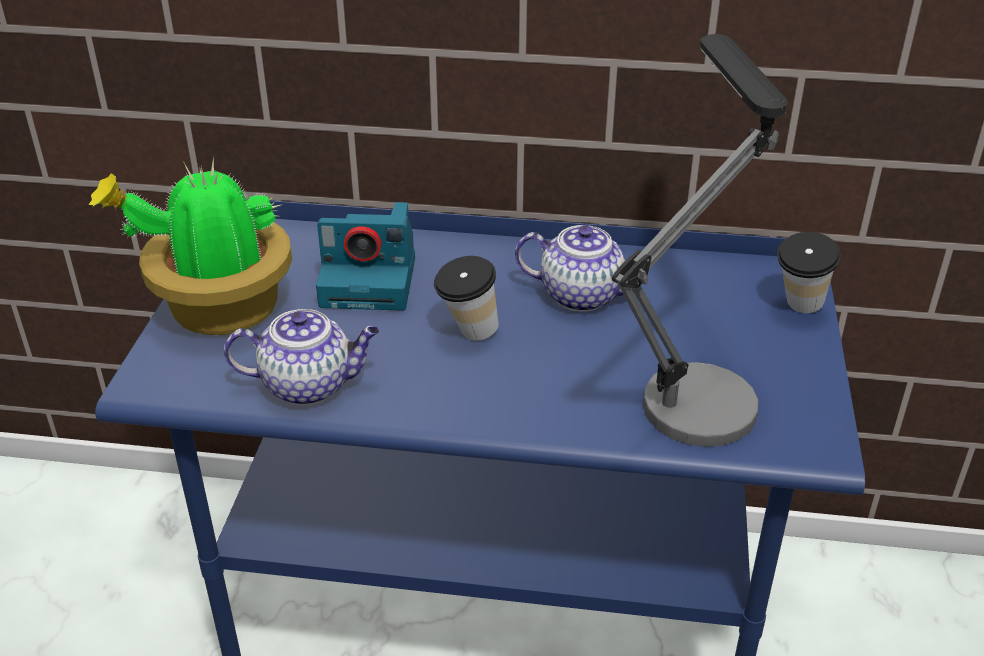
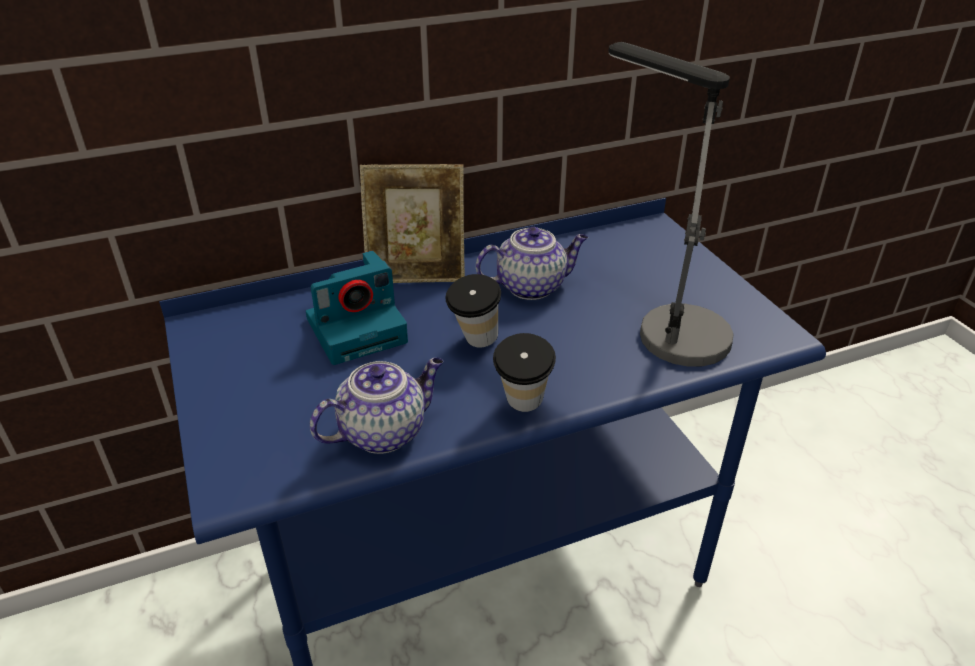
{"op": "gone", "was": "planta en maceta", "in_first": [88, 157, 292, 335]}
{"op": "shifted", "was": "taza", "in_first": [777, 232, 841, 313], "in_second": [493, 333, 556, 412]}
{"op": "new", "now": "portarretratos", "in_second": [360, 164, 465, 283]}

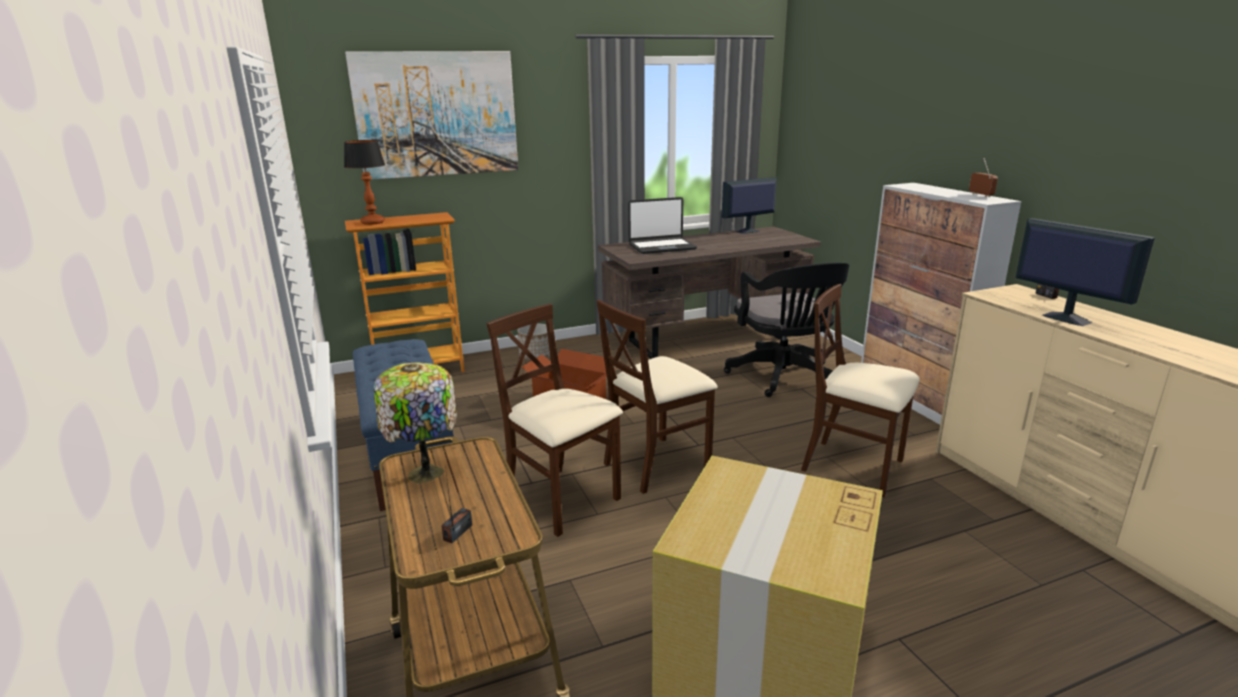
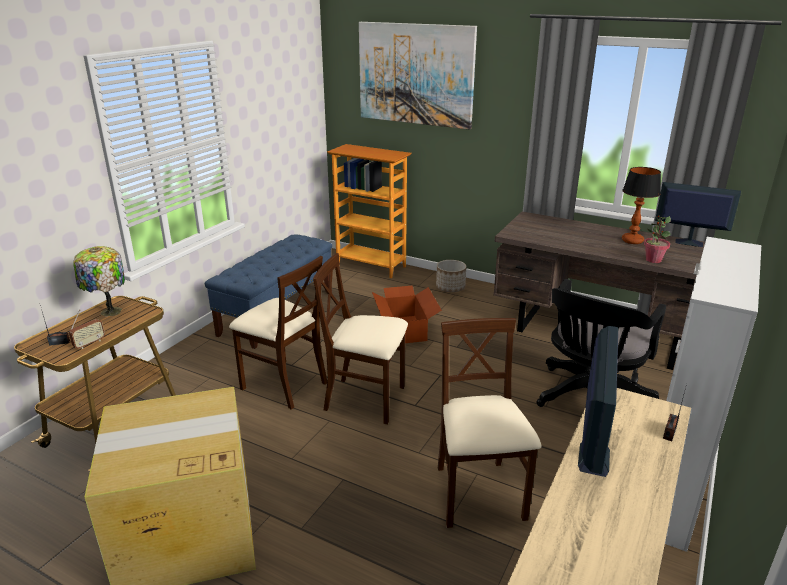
{"op": "shifted", "was": "lámpara de mesa", "in_first": [344, 140, 385, 225], "in_second": [622, 167, 661, 244]}
{"op": "shifted", "was": "radio", "in_first": [969, 158, 998, 197], "in_second": [69, 309, 105, 349]}
{"op": "gone", "was": "portátil", "in_first": [628, 197, 697, 254]}
{"op": "rotated", "was": "silla (beis)", "in_first": [486, 304, 623, 537], "in_second": [229, 256, 327, 410], "clockwise": 120}
{"op": "new", "now": "planta en maceta", "in_second": [644, 215, 671, 263]}

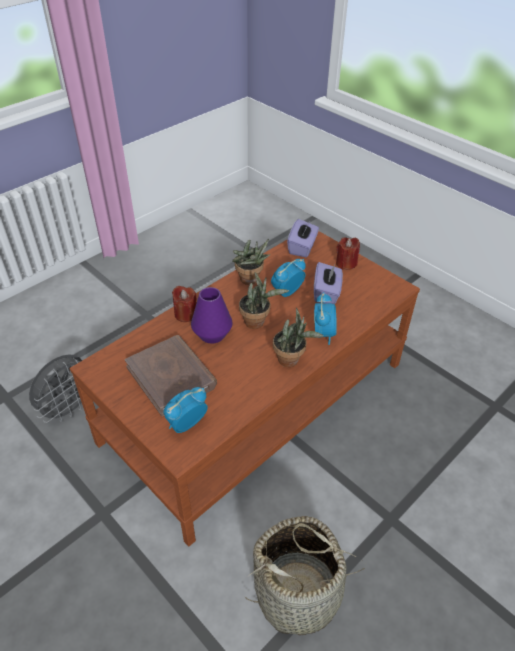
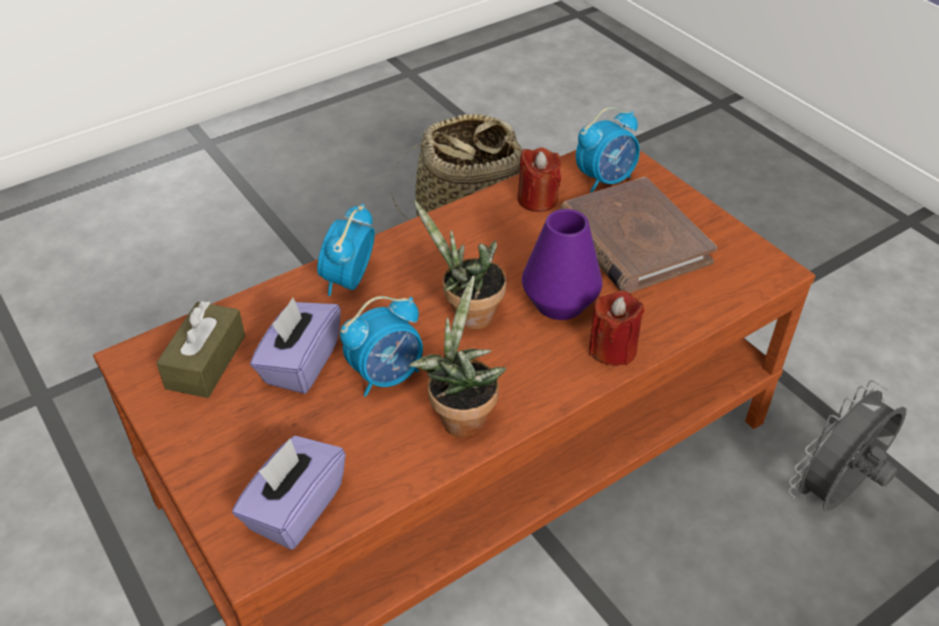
{"op": "shifted", "was": "vela (rojo)", "in_first": [336, 237, 360, 270], "in_second": [517, 147, 561, 212]}
{"op": "gone", "was": "planta en maceta", "in_first": [273, 308, 324, 367]}
{"op": "new", "now": "caja de pañuelos (marrón)", "in_second": [156, 301, 245, 398]}

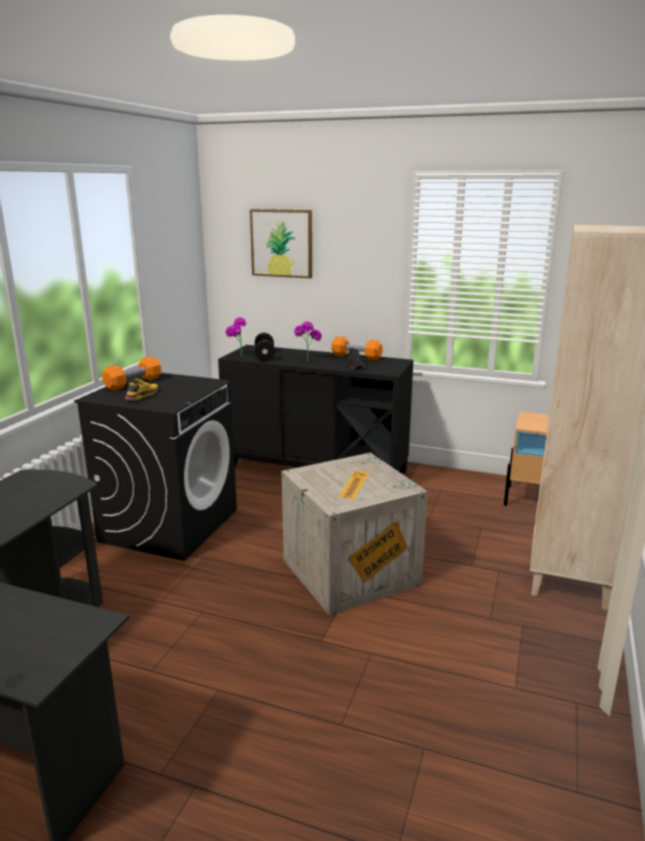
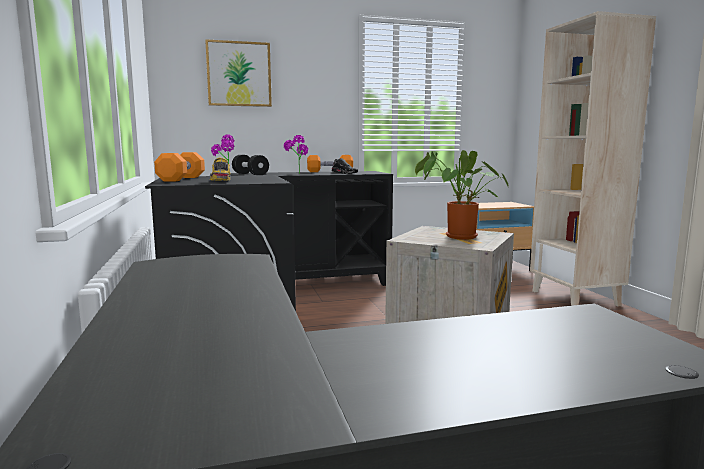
{"op": "new", "now": "planta en maceta", "in_second": [415, 150, 509, 240]}

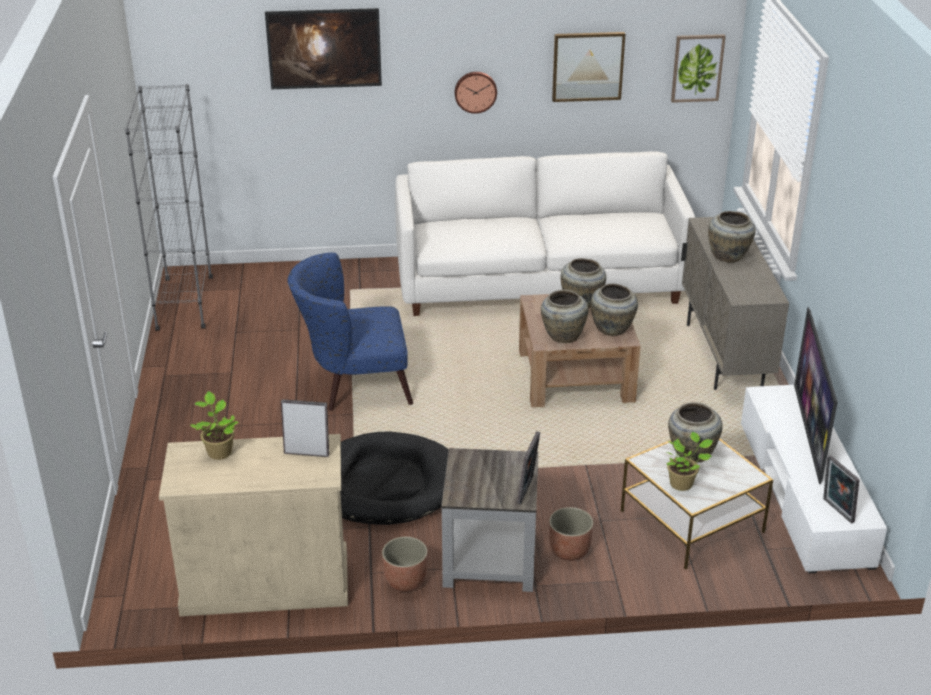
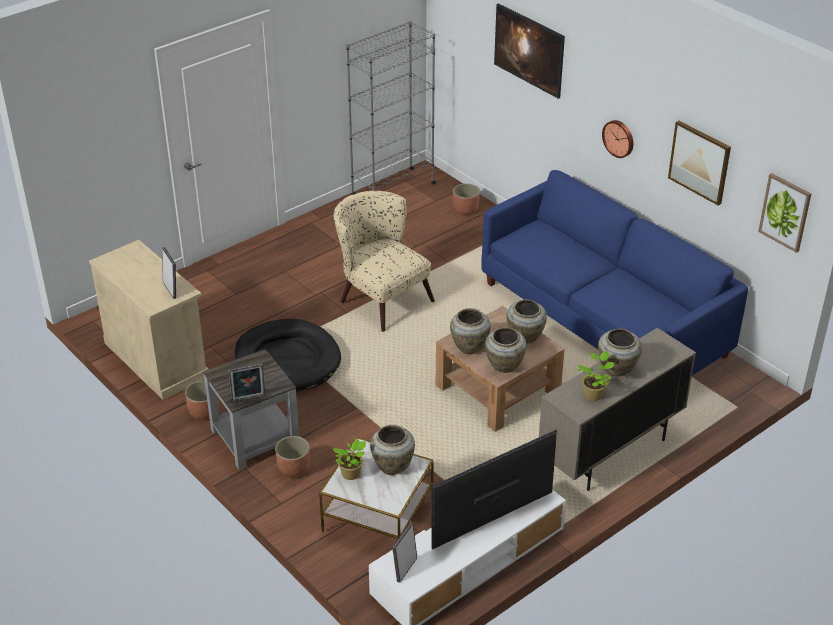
{"op": "repainted", "was": "sofá (blanco)", "now": "sofá (azul)", "in_first": [395, 152, 695, 316], "in_second": [481, 170, 748, 375]}
{"op": "repainted", "was": "sillón (azul)", "now": "sillón (beis)", "in_first": [288, 252, 413, 411], "in_second": [334, 191, 435, 332]}
{"op": "shifted", "was": "planta en maceta", "in_first": [190, 391, 239, 460], "in_second": [577, 351, 614, 401]}
{"op": "new", "now": "maceta", "in_second": [453, 183, 480, 215]}

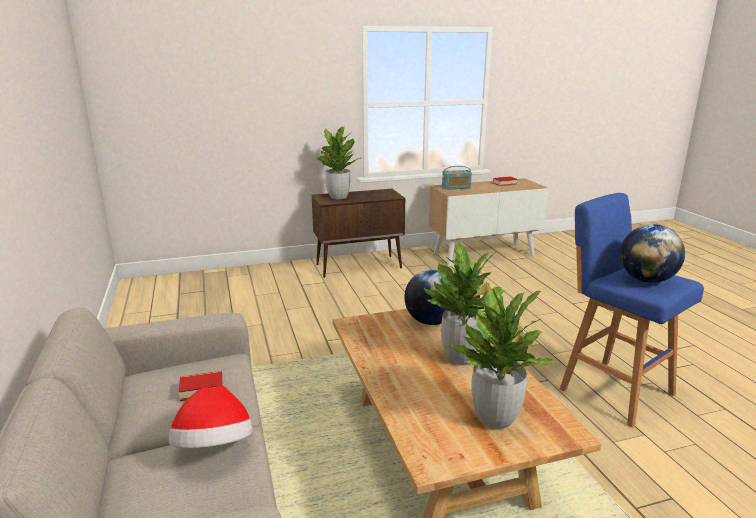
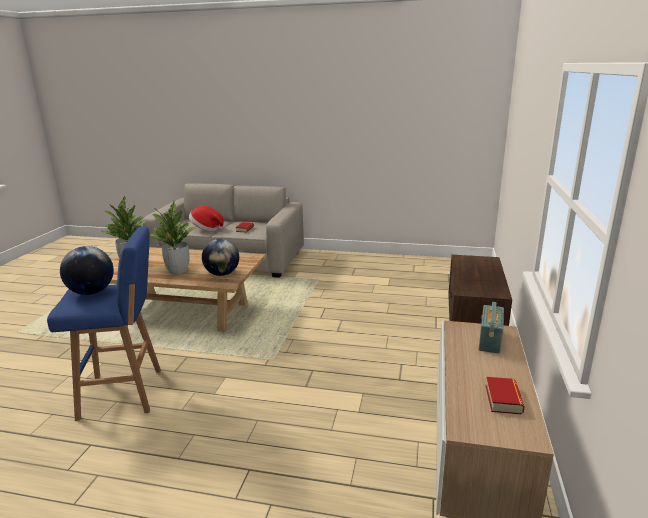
{"op": "gone", "was": "planta en maceta", "in_first": [315, 126, 361, 199]}

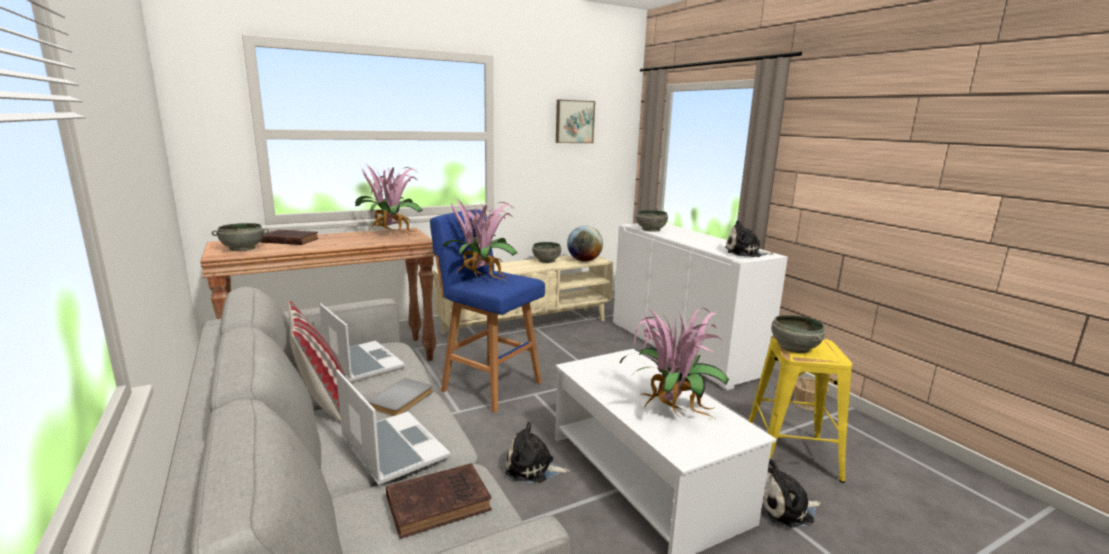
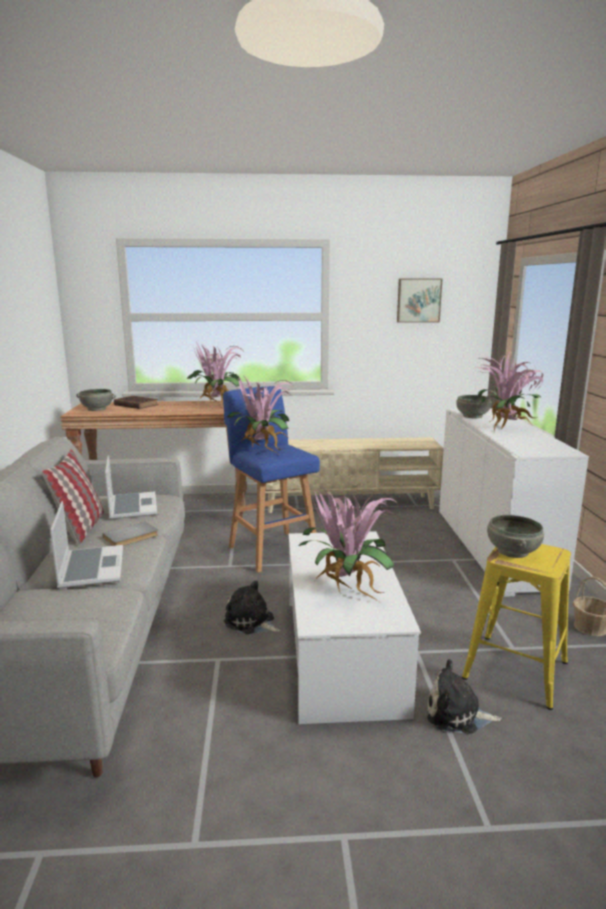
{"op": "gone", "was": "peluche", "in_first": [725, 220, 774, 257]}
{"op": "gone", "was": "globo terráqueo", "in_first": [567, 226, 603, 262]}
{"op": "gone", "was": "cuenco (gris)", "in_first": [532, 242, 561, 263]}
{"op": "gone", "was": "libro (marrón)", "in_first": [386, 463, 492, 539]}
{"op": "new", "now": "planta en maceta", "in_second": [475, 352, 543, 431]}

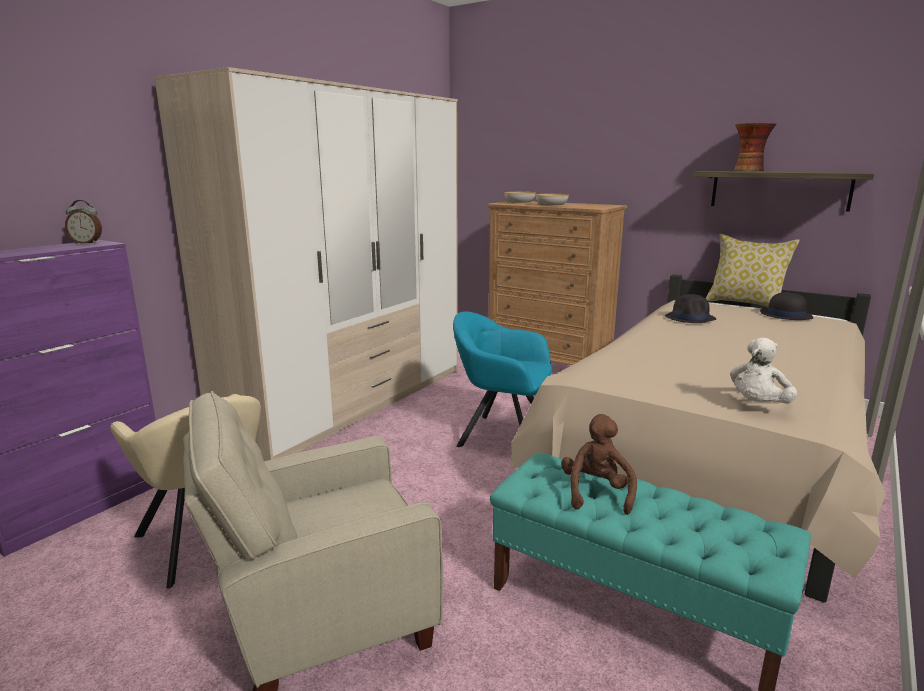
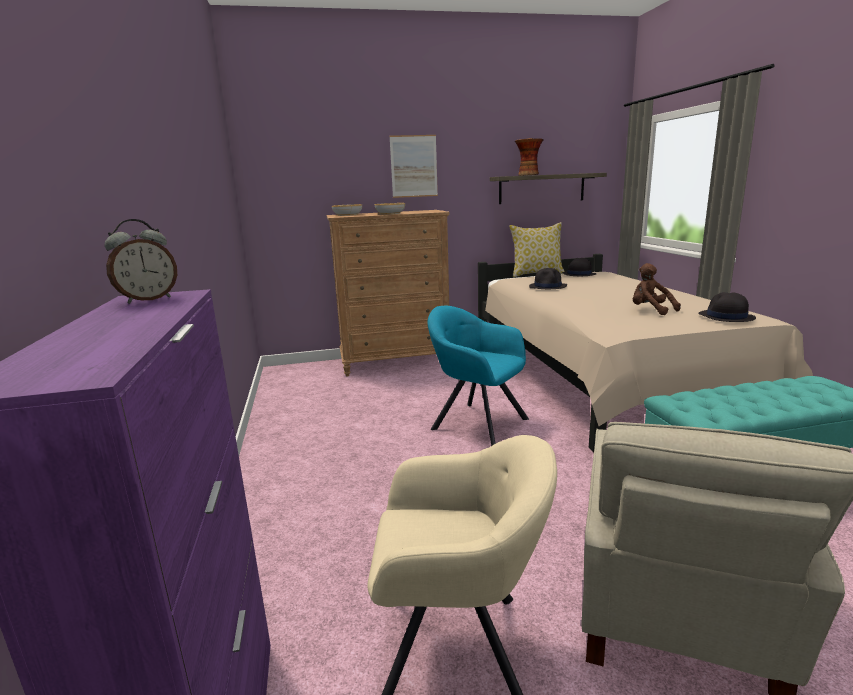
{"op": "gone", "was": "armario ropero", "in_first": [154, 67, 458, 461]}
{"op": "rotated", "was": "sillón (turquesa)", "in_first": [453, 312, 552, 447], "in_second": [427, 306, 529, 446], "clockwise": 60}
{"op": "swapped", "was": "peluche (blanco)", "now": "sombrero (negro)", "in_first": [730, 338, 797, 404], "in_second": [698, 292, 756, 322]}
{"op": "shifted", "was": "peluche (marrón)", "in_first": [561, 414, 637, 515], "in_second": [633, 263, 681, 315]}
{"op": "new", "now": "cuadro", "in_second": [389, 135, 438, 198]}

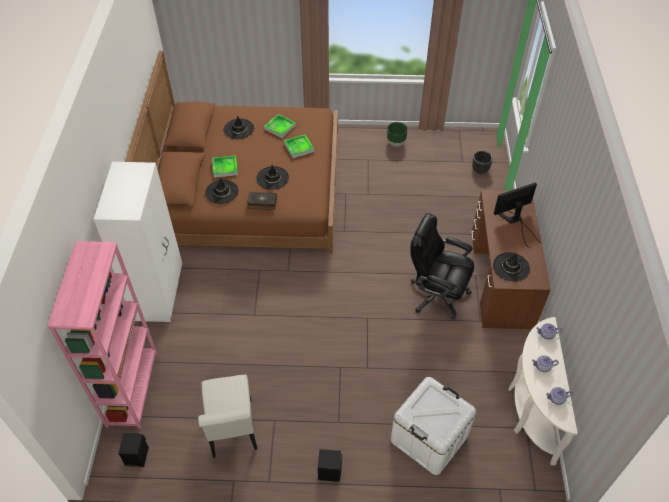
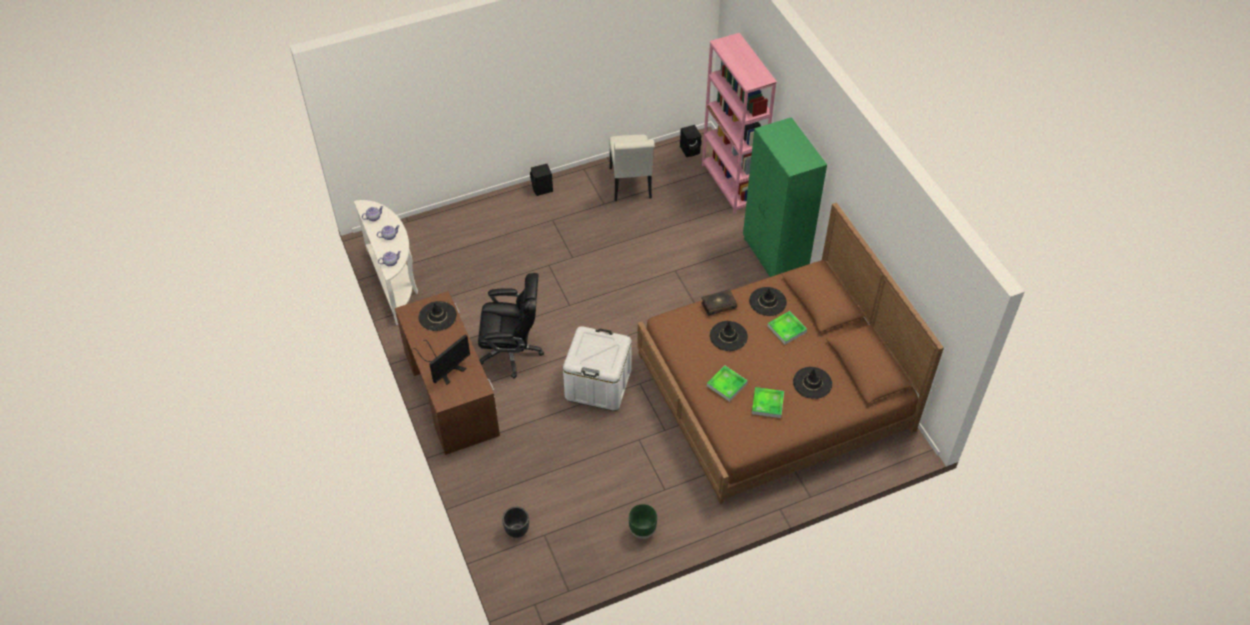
{"op": "repainted", "was": "armario ropero (blanco)", "now": "armario ropero (verde)", "in_first": [94, 162, 182, 322], "in_second": [743, 117, 827, 277]}
{"op": "rotated", "was": "silla (blanco)", "in_first": [198, 375, 258, 458], "in_second": [609, 135, 655, 201], "clockwise": -150}
{"op": "shifted", "was": "caja de almacenaje (blanco)", "in_first": [391, 377, 476, 475], "in_second": [563, 326, 632, 411]}

